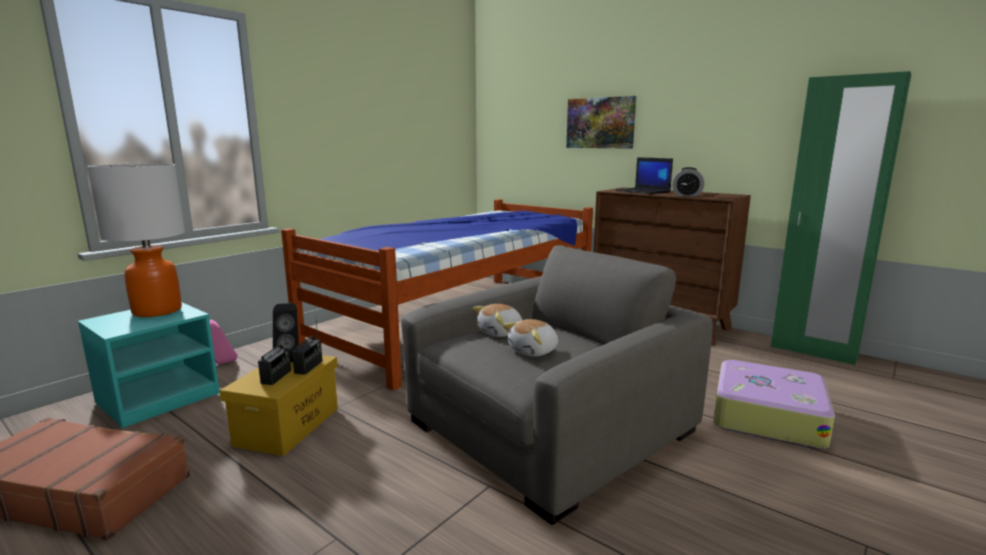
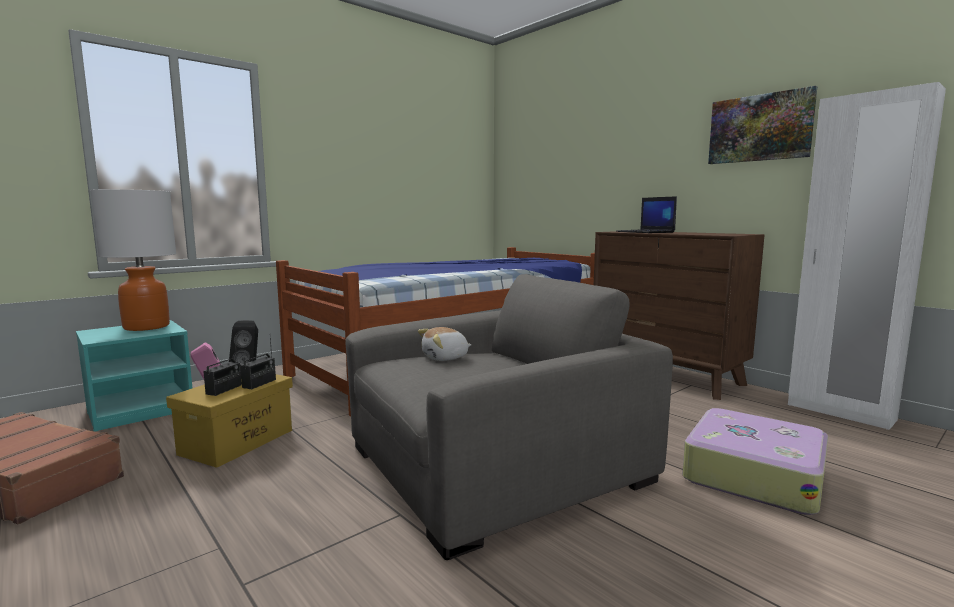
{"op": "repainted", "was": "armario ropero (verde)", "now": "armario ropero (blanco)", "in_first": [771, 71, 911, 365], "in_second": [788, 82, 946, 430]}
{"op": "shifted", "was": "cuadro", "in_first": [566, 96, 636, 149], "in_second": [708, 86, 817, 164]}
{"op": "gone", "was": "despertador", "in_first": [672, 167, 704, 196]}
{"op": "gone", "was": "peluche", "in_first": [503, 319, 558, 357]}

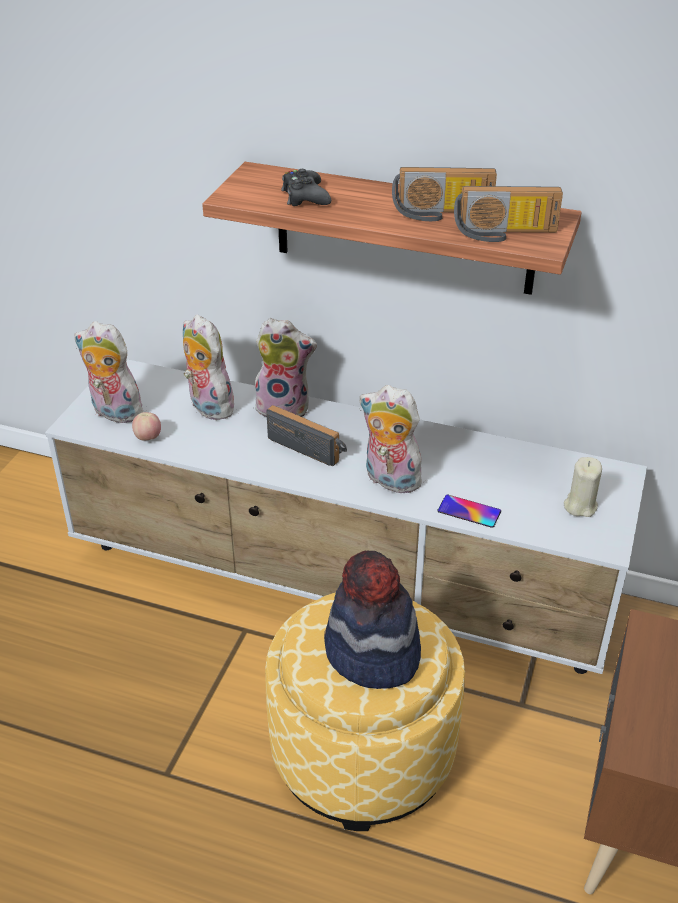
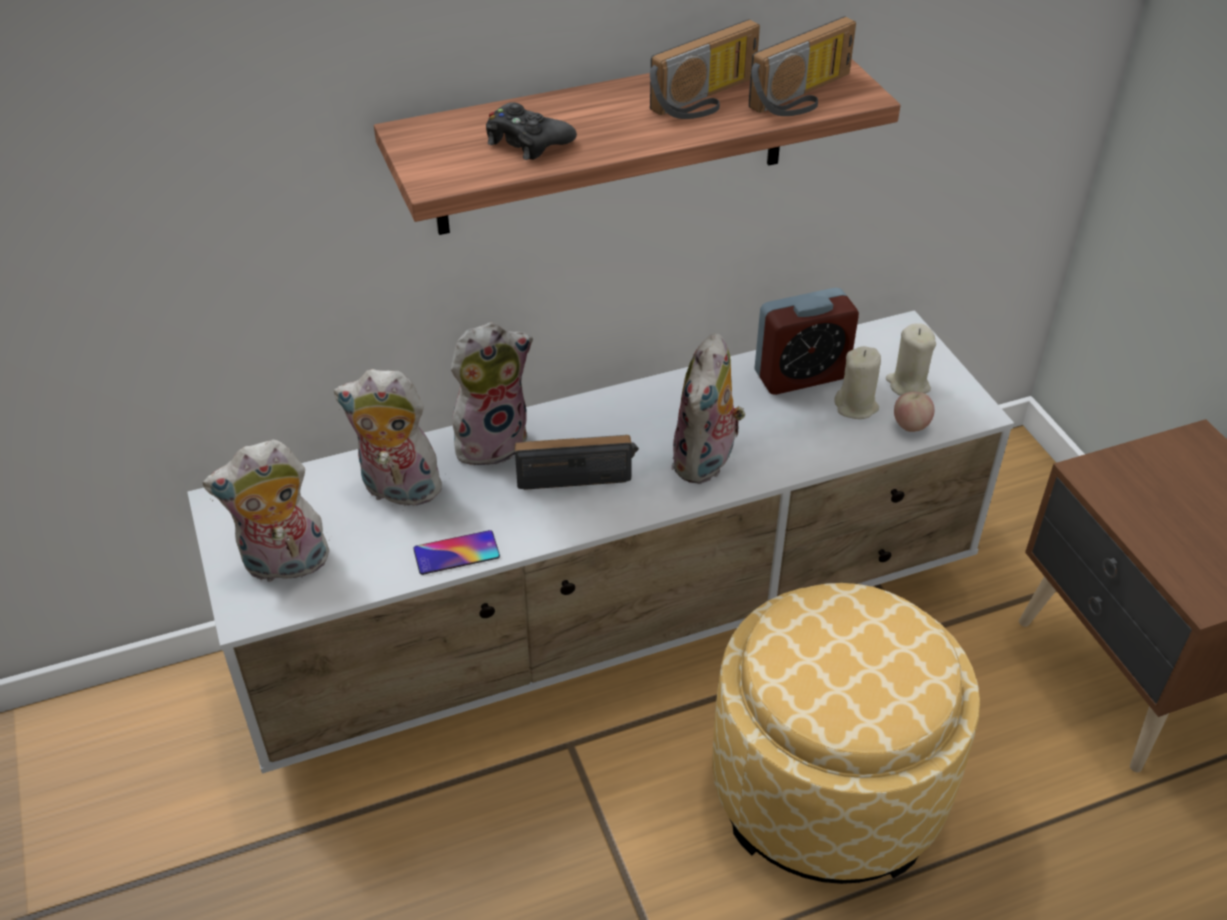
{"op": "rotated", "was": "peluche", "in_first": [359, 385, 425, 493], "in_second": [672, 333, 745, 484], "clockwise": -60}
{"op": "shifted", "was": "manzana", "in_first": [132, 412, 161, 441], "in_second": [894, 392, 934, 432]}
{"op": "shifted", "was": "móvil", "in_first": [438, 495, 501, 528], "in_second": [413, 530, 500, 575]}
{"op": "gone", "was": "sombrero", "in_first": [324, 551, 421, 689]}
{"op": "new", "now": "despertador", "in_second": [755, 287, 859, 395]}
{"op": "new", "now": "vela (beis)", "in_second": [835, 346, 881, 419]}

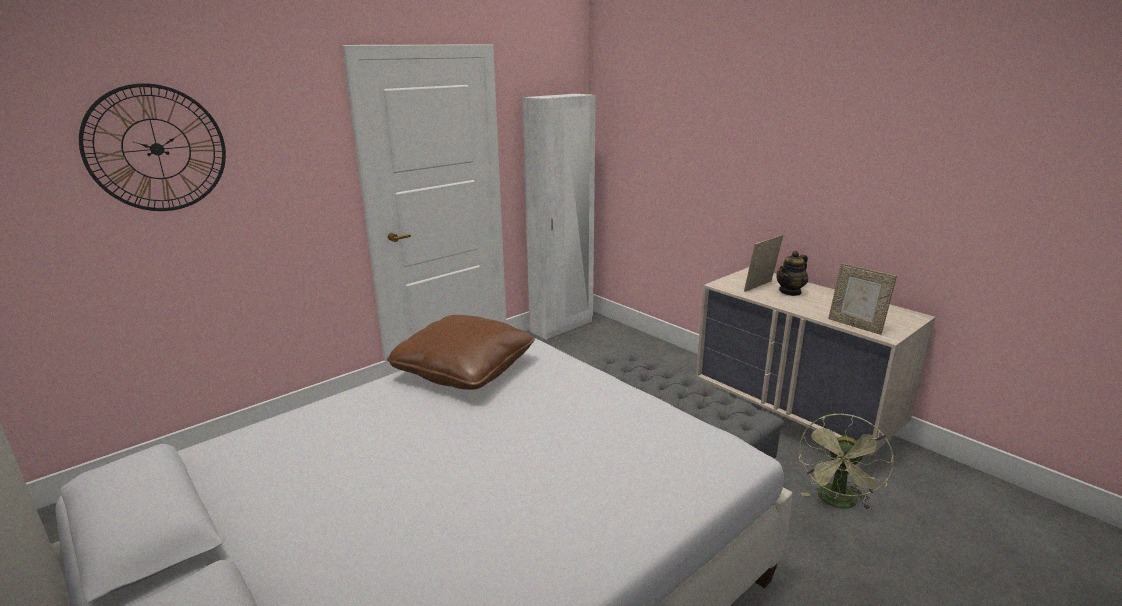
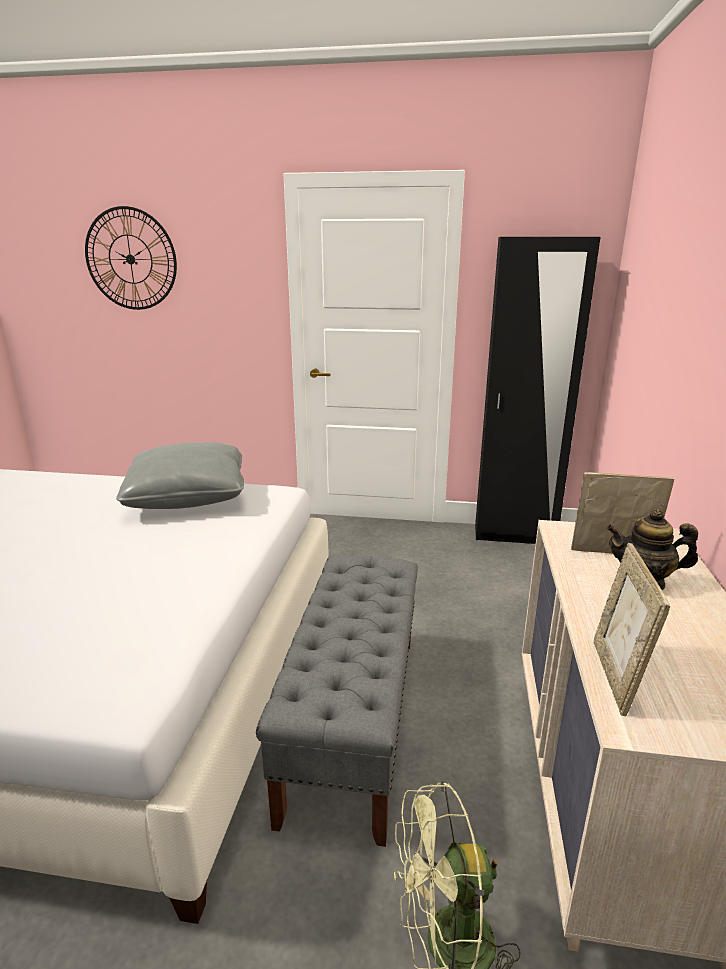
{"op": "repainted", "was": "armario ropero (blanco)", "now": "armario ropero (negro)", "in_first": [522, 94, 596, 340], "in_second": [475, 237, 601, 544]}
{"op": "repainted", "was": "cojín (marrón)", "now": "cojín (gris)", "in_first": [387, 315, 535, 390], "in_second": [116, 442, 244, 509]}

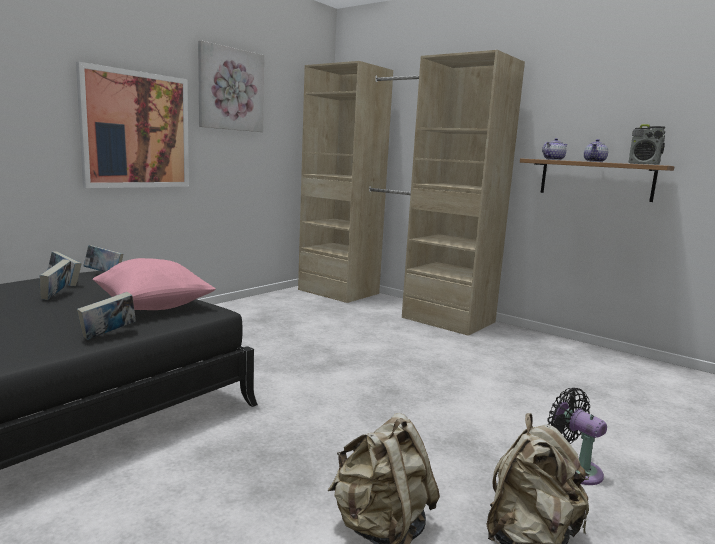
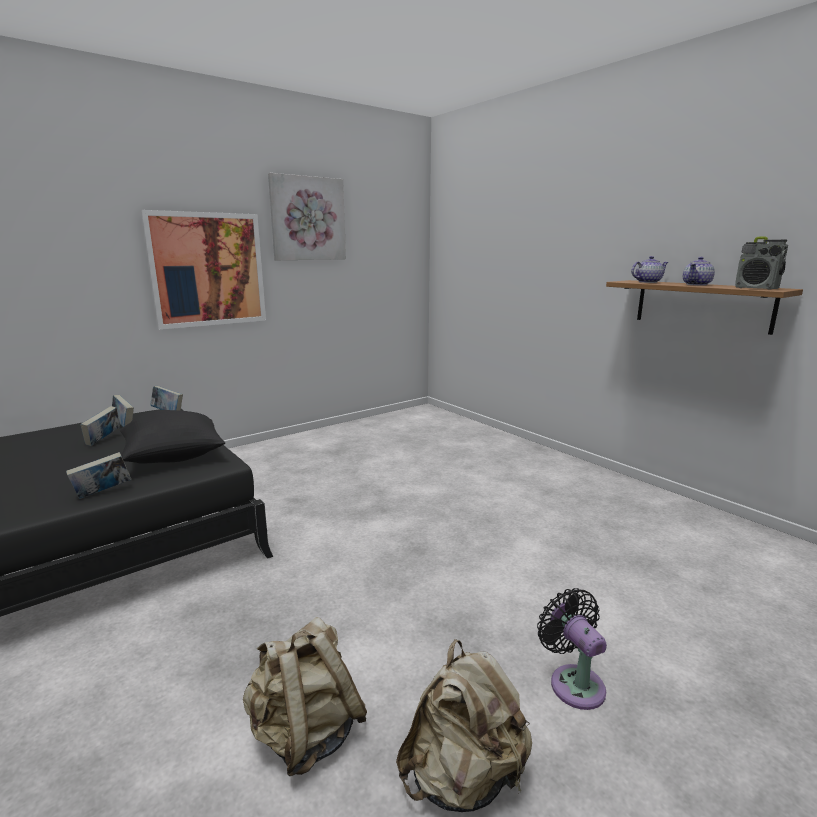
{"op": "gone", "was": "armario ropero (beis)", "in_first": [298, 50, 525, 336]}
{"op": "repainted", "was": "cojín (rosa)", "now": "cojín (negro)", "in_first": [93, 258, 216, 310], "in_second": [120, 410, 225, 464]}

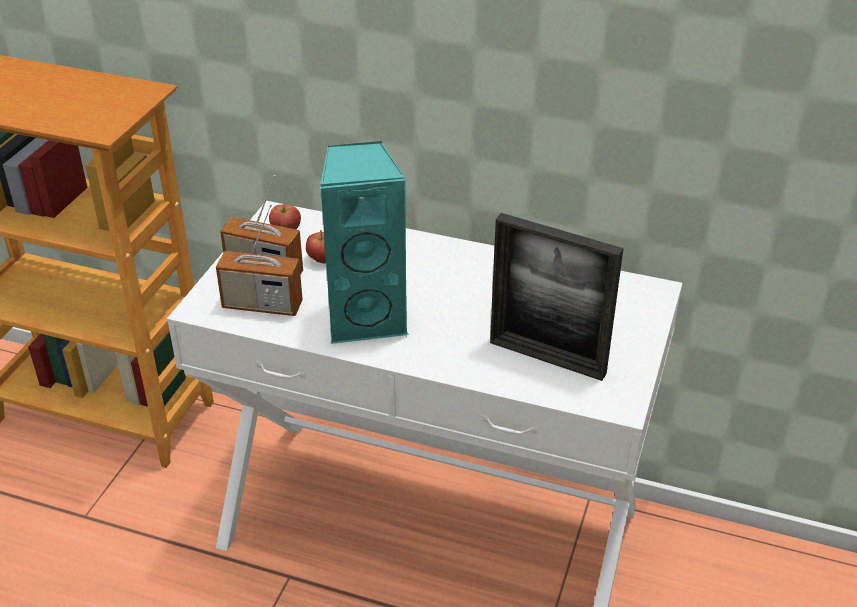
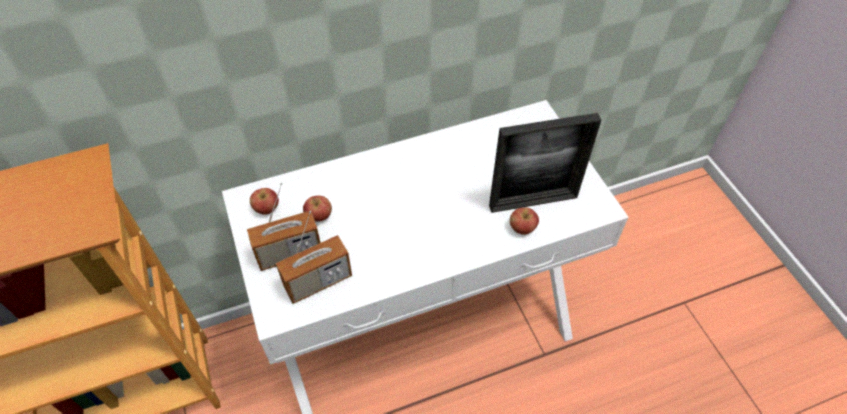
{"op": "gone", "was": "altavoz (turquesa)", "in_first": [320, 141, 409, 344]}
{"op": "new", "now": "manzana", "in_second": [510, 207, 539, 235]}

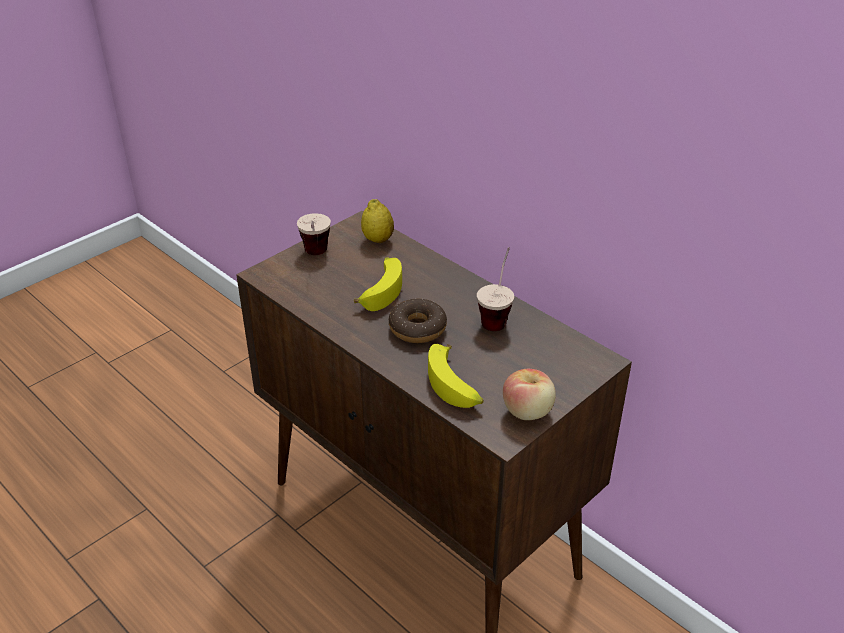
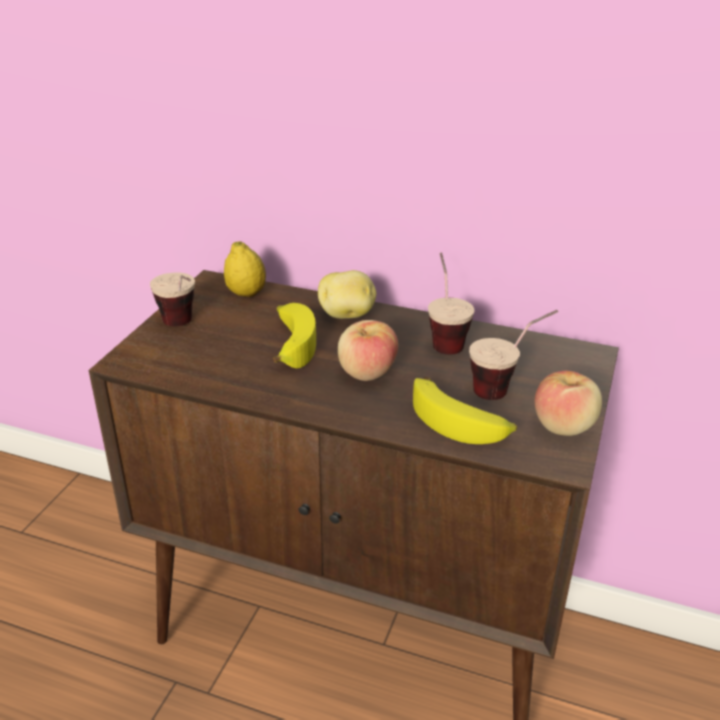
{"op": "swapped", "was": "rosquilla", "now": "manzana", "in_first": [389, 299, 447, 343], "in_second": [338, 320, 398, 381]}
{"op": "new", "now": "patata", "in_second": [318, 270, 376, 319]}
{"op": "new", "now": "taza", "in_second": [469, 310, 558, 400]}

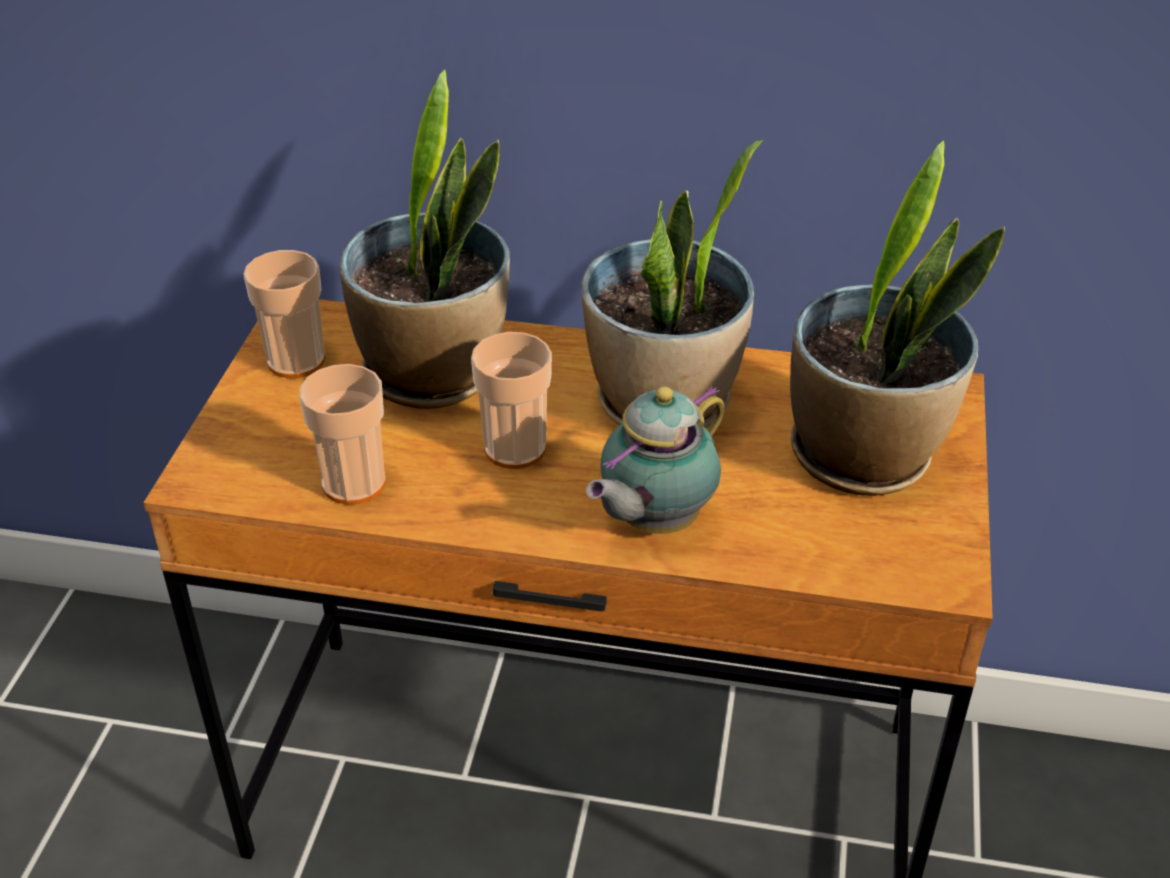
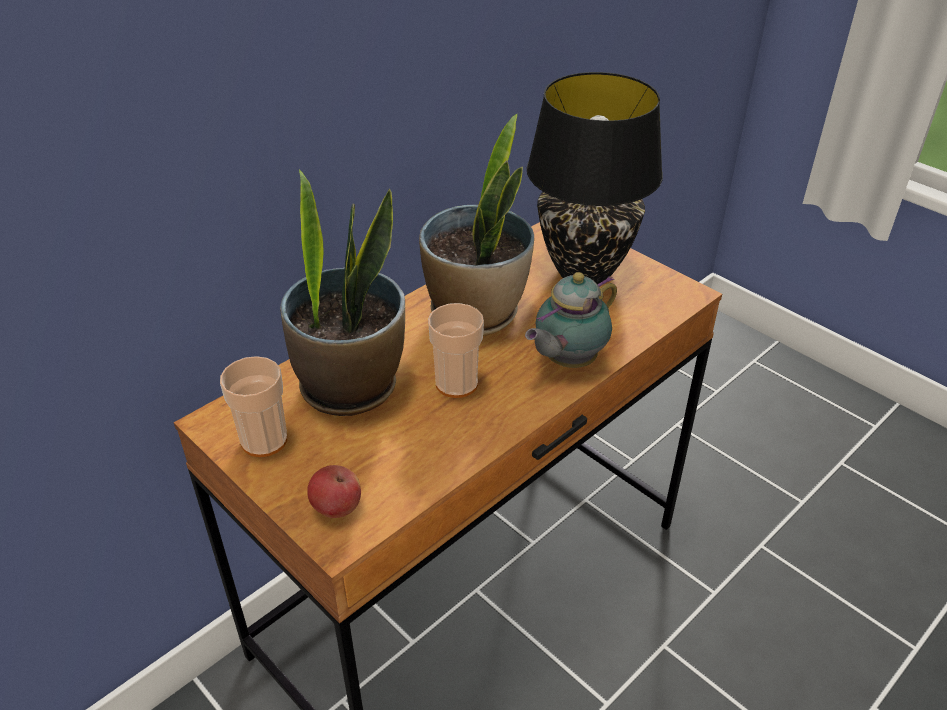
{"op": "swapped", "was": "planta en maceta", "now": "lámpara de mesa (negro)", "in_first": [790, 140, 1005, 496], "in_second": [527, 72, 663, 284]}
{"op": "gone", "was": "taza", "in_first": [299, 364, 386, 505]}
{"op": "rotated", "was": "tetera", "in_first": [586, 386, 724, 534], "in_second": [525, 272, 617, 368], "clockwise": 60}
{"op": "new", "now": "manzana", "in_second": [307, 465, 361, 518]}

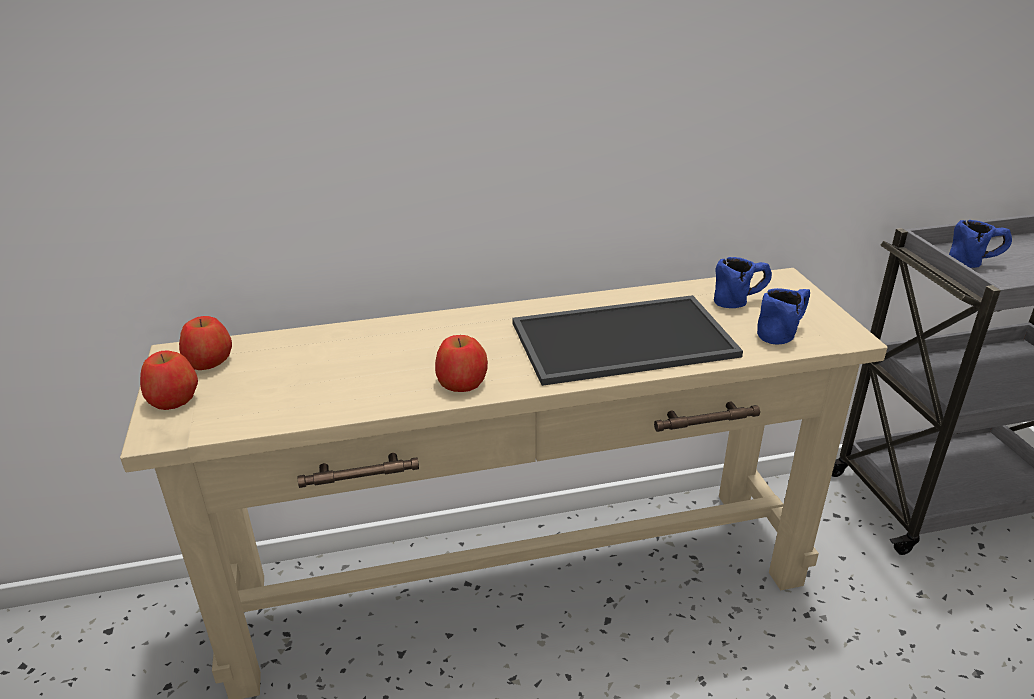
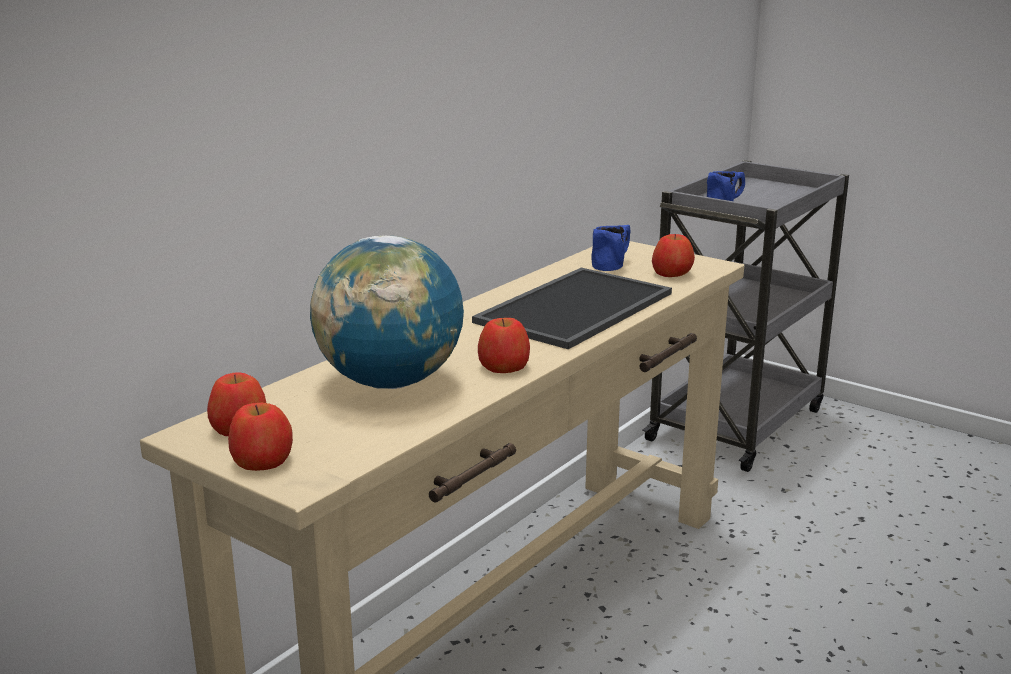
{"op": "swapped", "was": "taza grande (azul)", "now": "manzana", "in_first": [757, 288, 810, 345], "in_second": [652, 234, 695, 277]}
{"op": "new", "now": "globo terráqueo", "in_second": [310, 235, 464, 389]}

